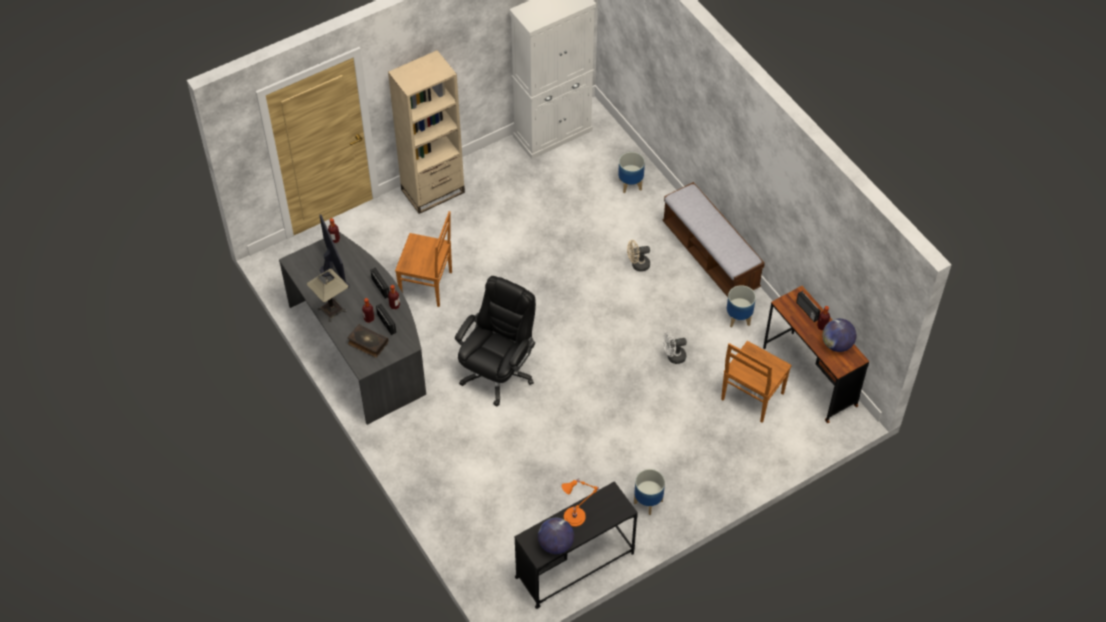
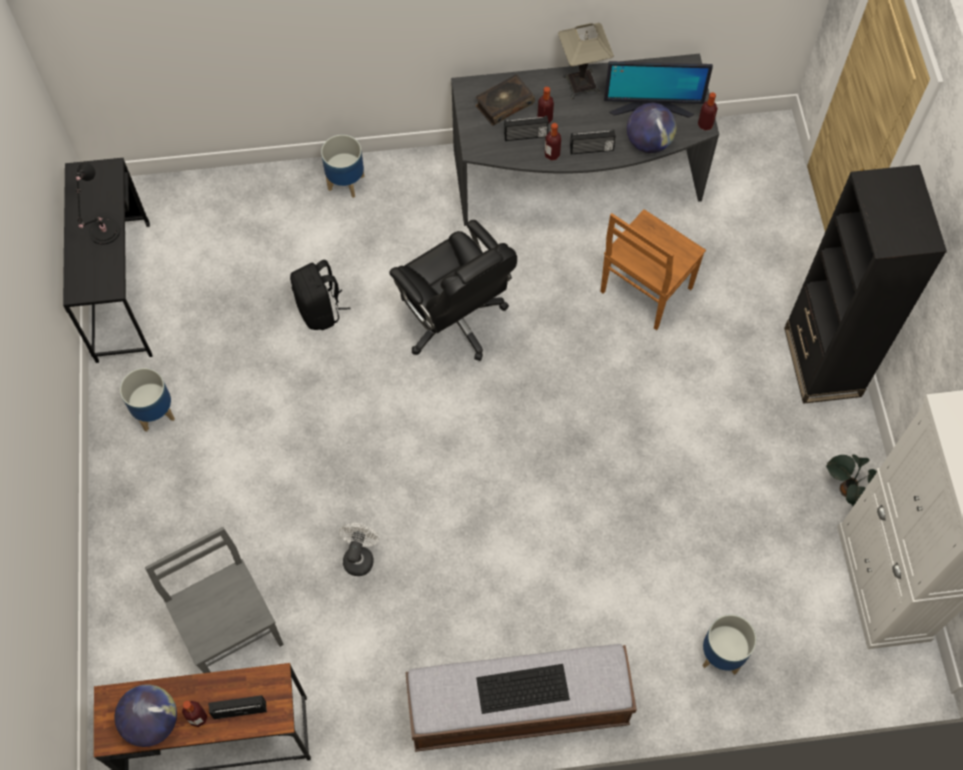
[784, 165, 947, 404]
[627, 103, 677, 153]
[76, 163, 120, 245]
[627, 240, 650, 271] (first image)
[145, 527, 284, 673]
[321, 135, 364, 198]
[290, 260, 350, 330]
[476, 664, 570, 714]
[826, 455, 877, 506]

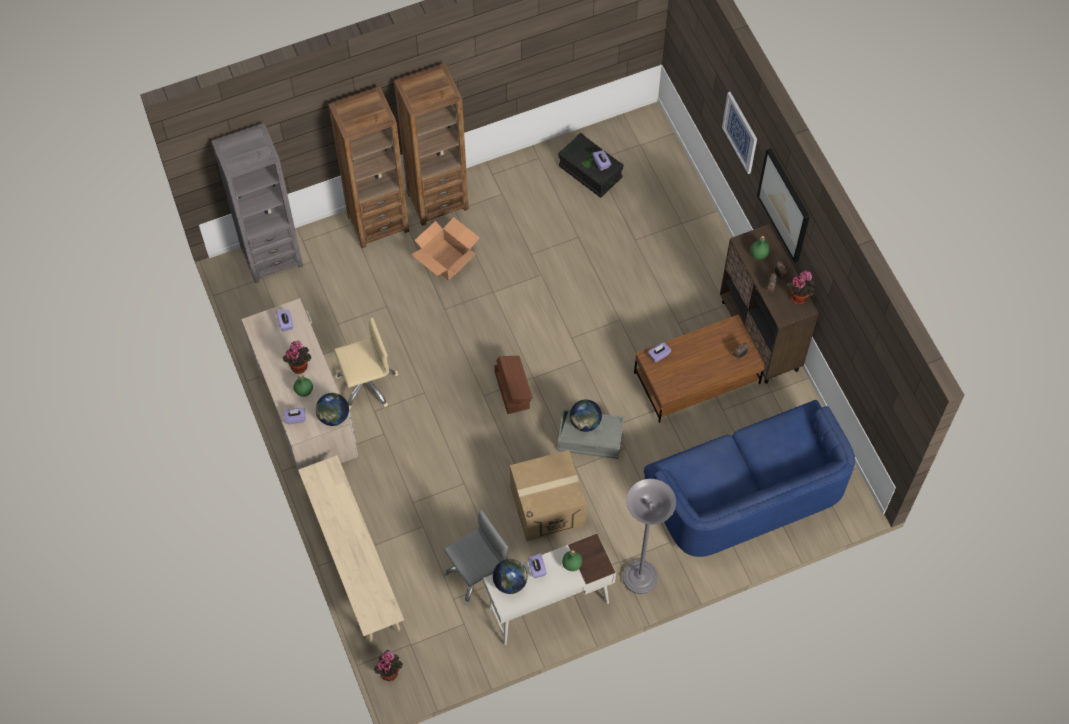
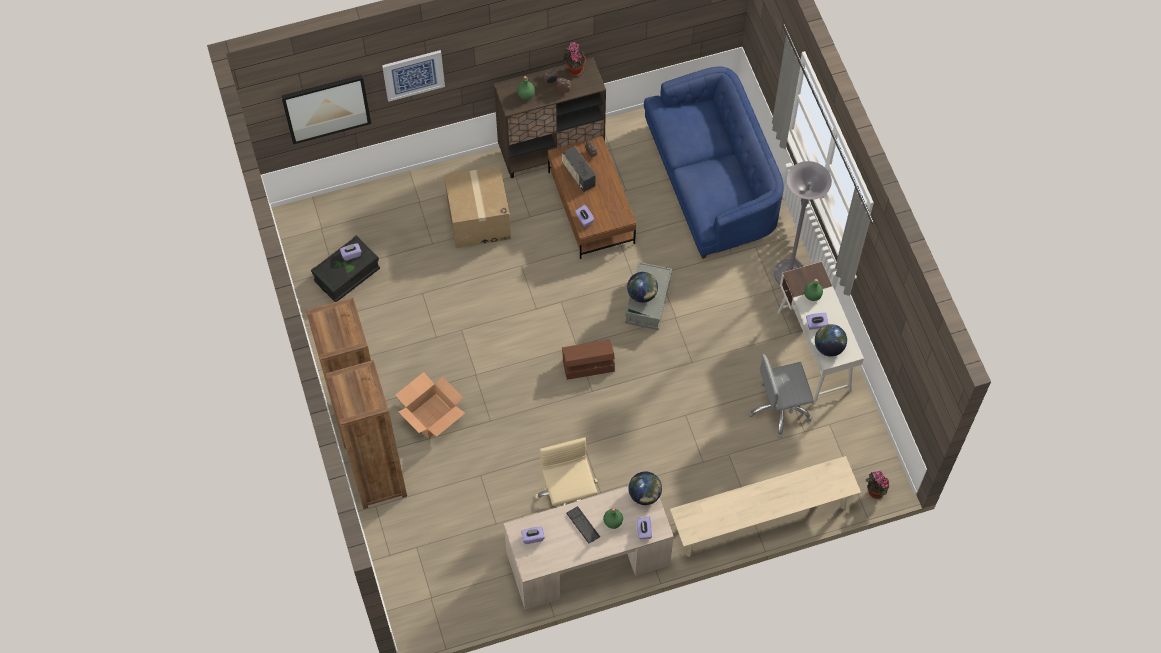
[211, 123, 303, 283] (first image)
[566, 506, 600, 543]
[748, 354, 814, 438]
[444, 166, 511, 248]
[281, 75, 371, 145]
[562, 146, 596, 192]

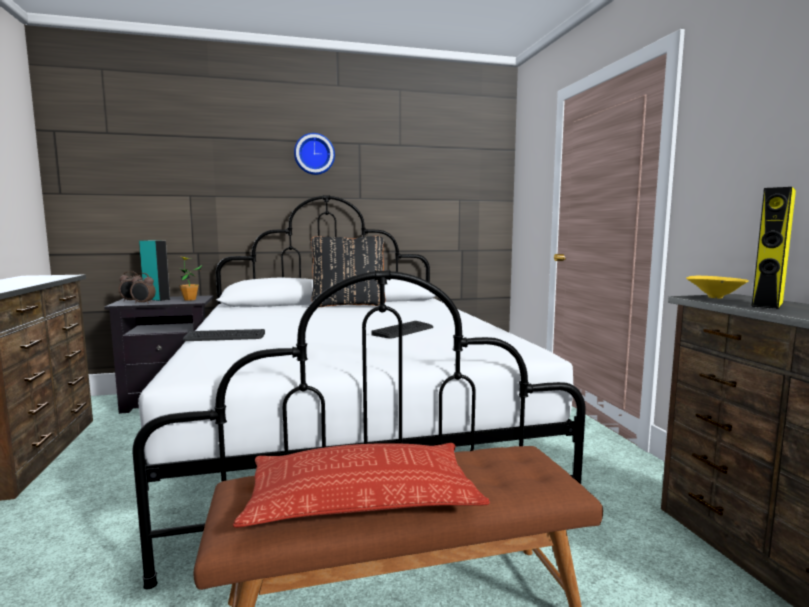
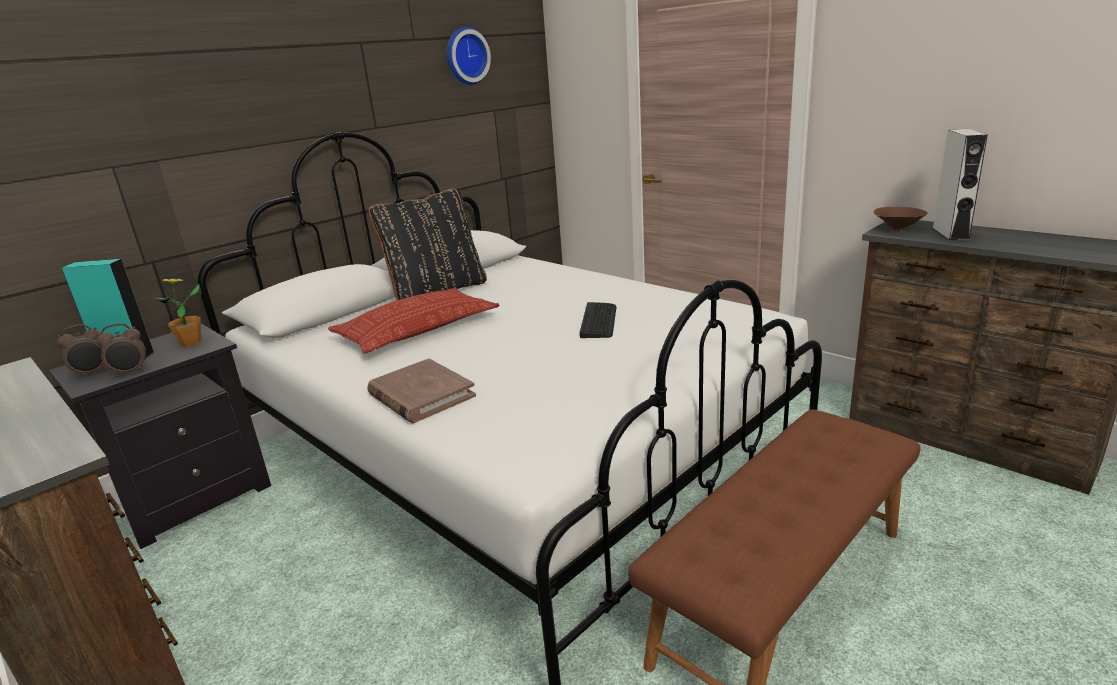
[367, 358, 476, 423]
[328, 288, 500, 354]
[447, 27, 491, 85]
[874, 207, 927, 231]
[932, 129, 988, 241]

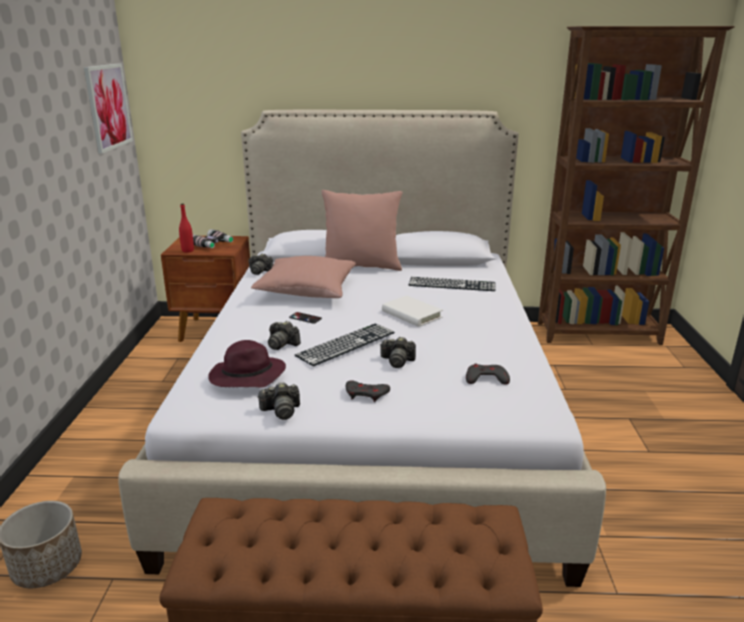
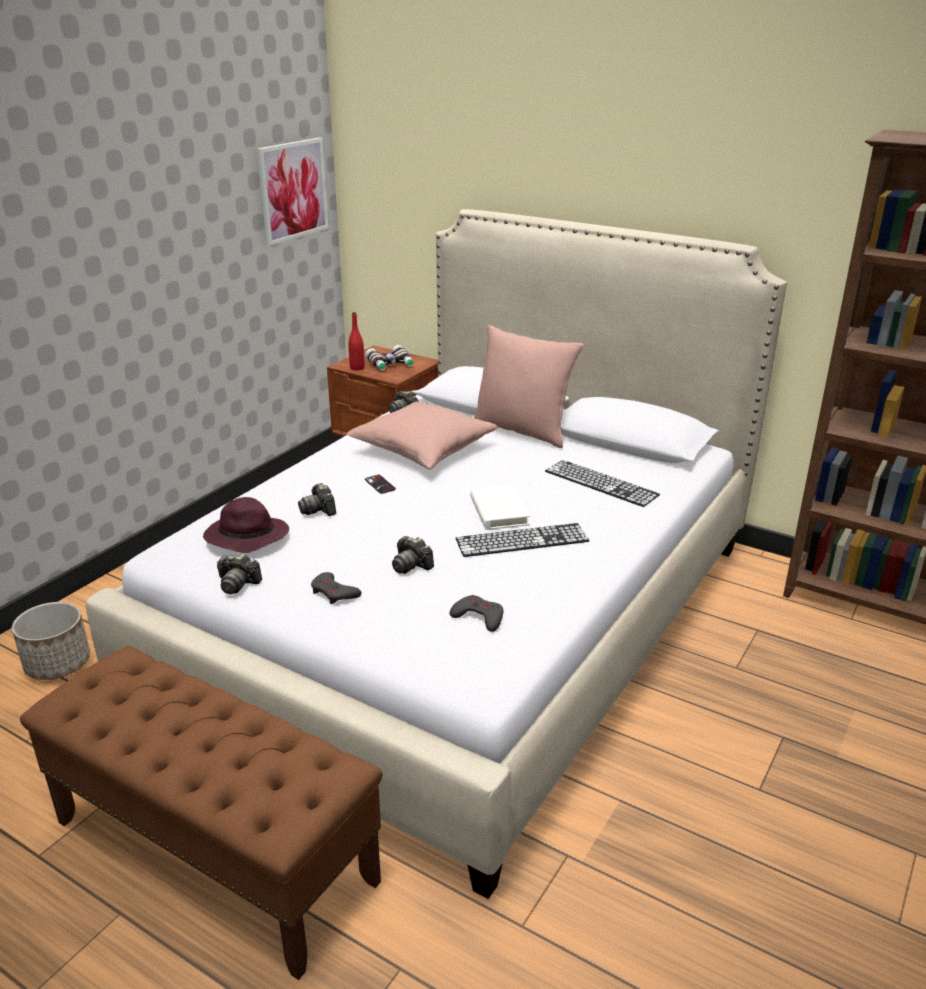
[456, 523, 589, 557]

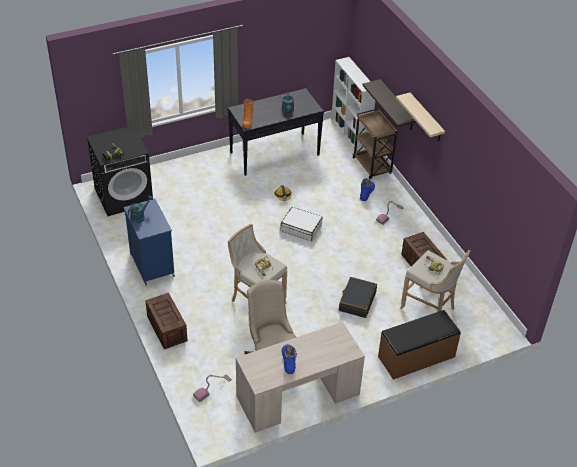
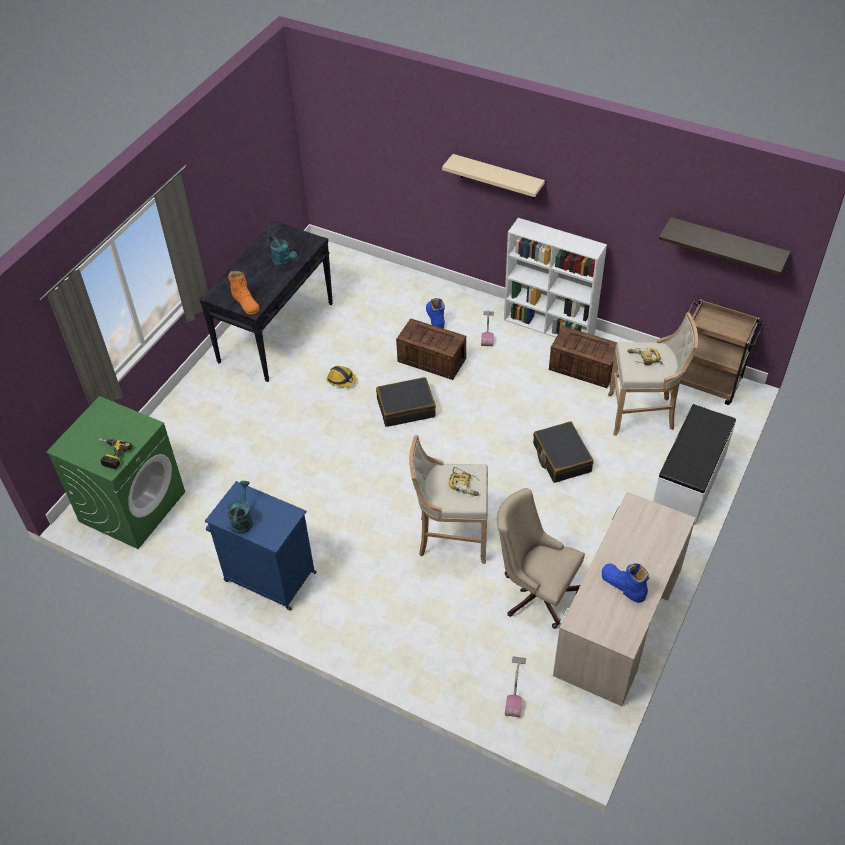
[46, 396, 185, 549]
[396, 318, 466, 380]
[376, 377, 436, 427]
[504, 218, 607, 338]
[680, 299, 765, 405]
[659, 217, 791, 275]
[653, 404, 736, 526]

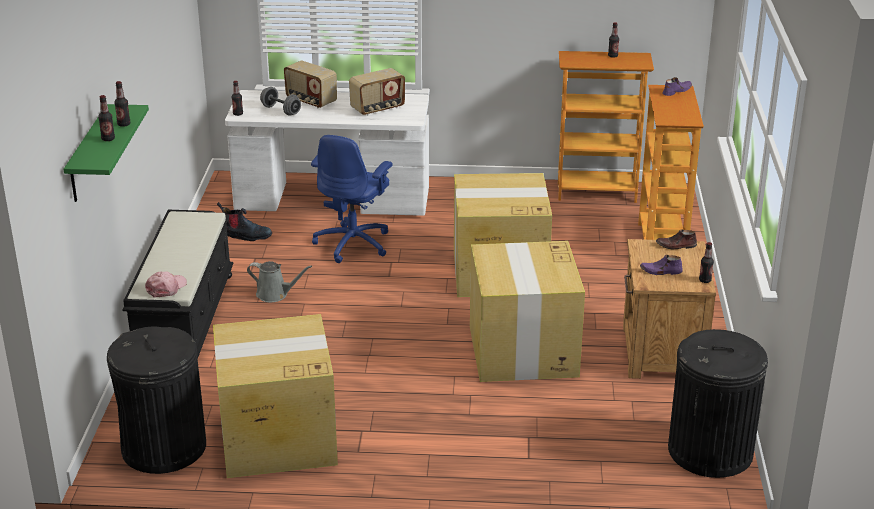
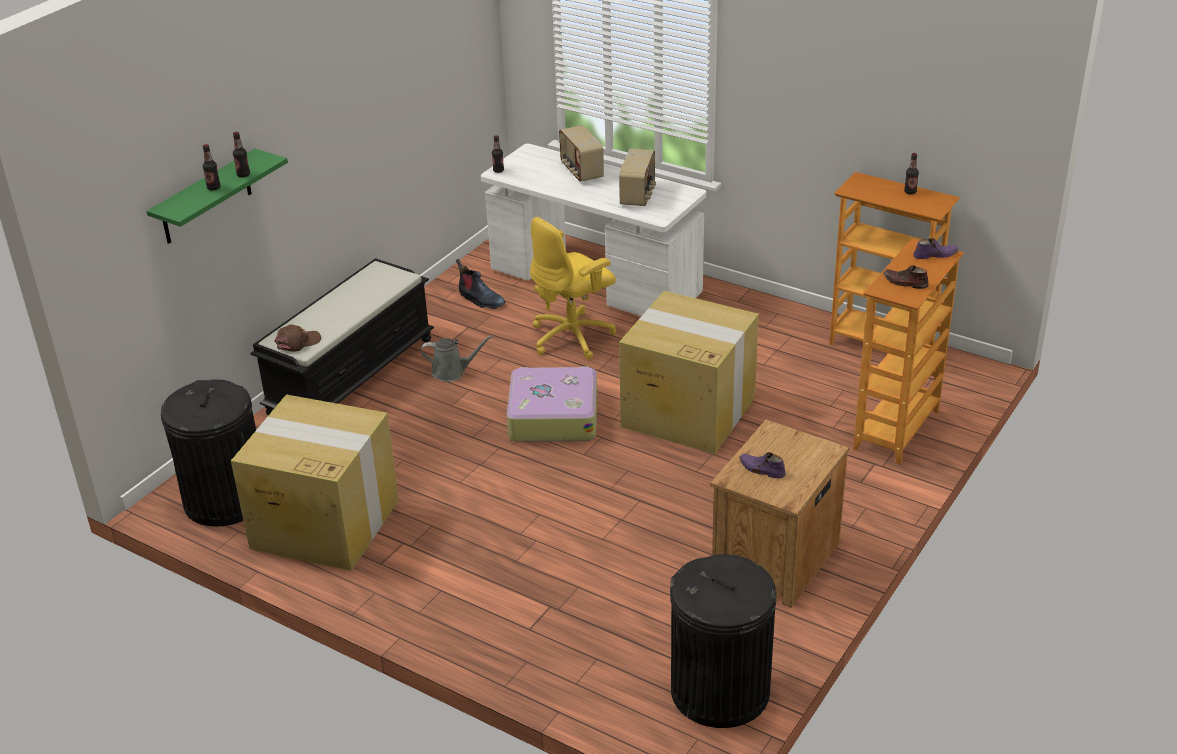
[275, 325, 321, 352]
[421, 335, 493, 382]
[260, 87, 301, 116] (first image)
[530, 217, 616, 359]
[619, 149, 656, 206]
[470, 241, 585, 382] (first image)
[883, 265, 929, 289]
[699, 242, 714, 283] (first image)
[507, 367, 597, 442]

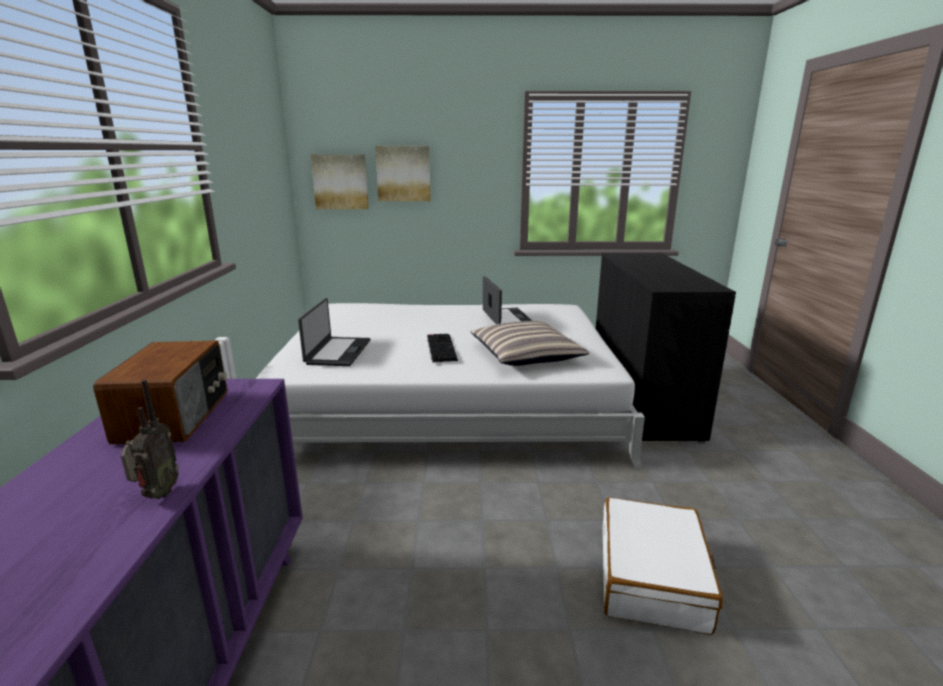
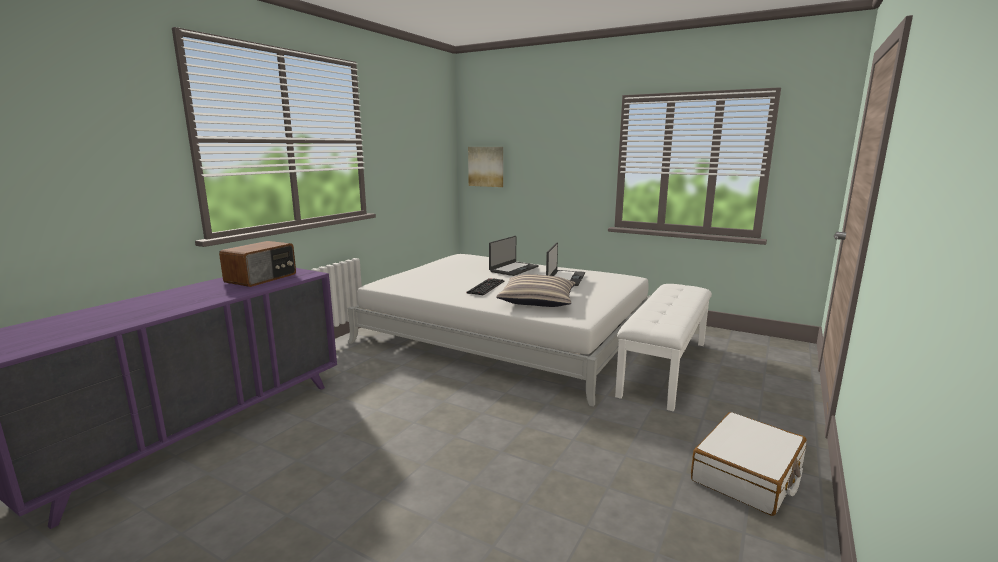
[121, 379, 179, 499] (first image)
[489, 236, 539, 276]
[375, 146, 431, 201] (first image)
[615, 284, 712, 412]
[691, 412, 807, 516]

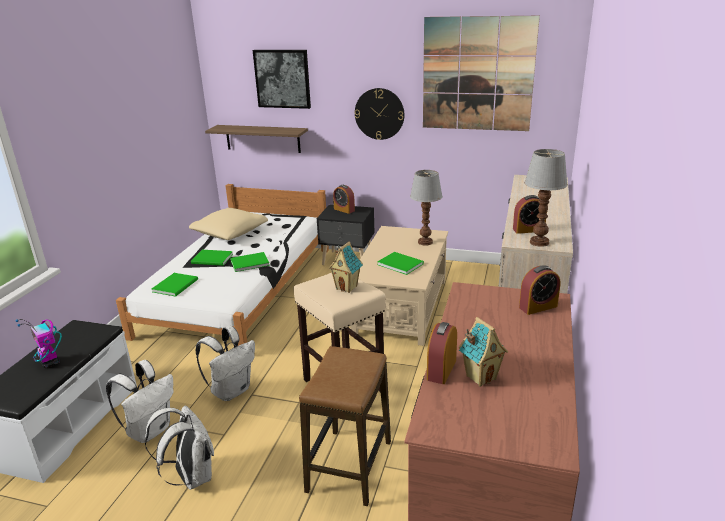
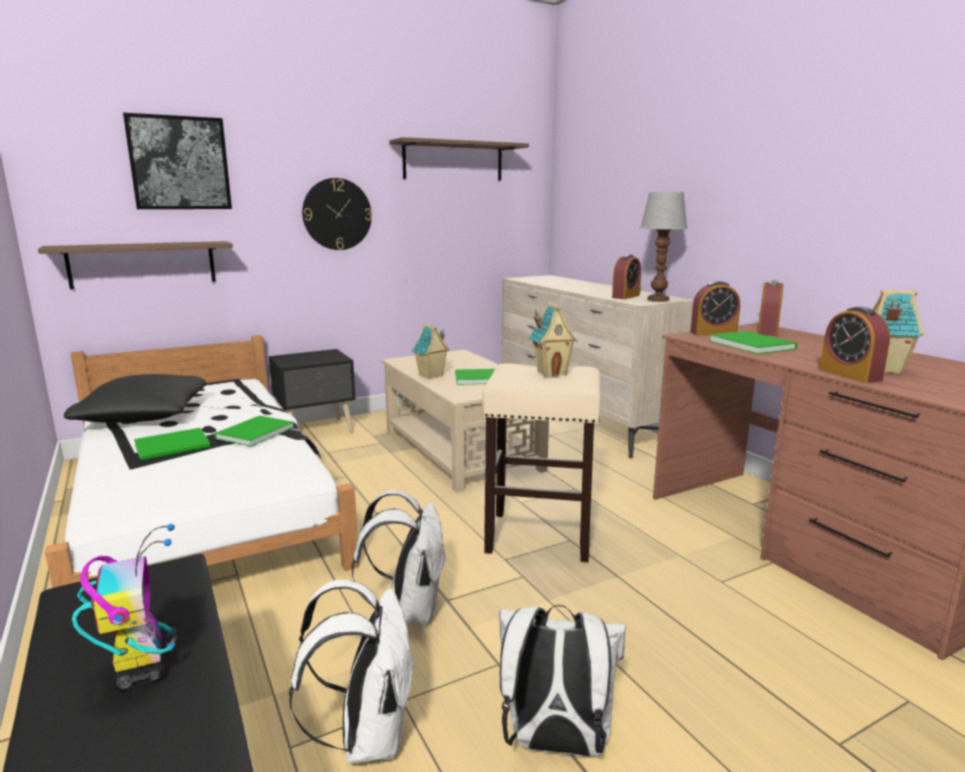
[72, 523, 177, 690]
[709, 331, 797, 354]
[64, 374, 207, 423]
[299, 346, 391, 506] (first image)
[690, 281, 740, 336]
[410, 170, 443, 246] (first image)
[389, 137, 529, 180]
[412, 324, 449, 379]

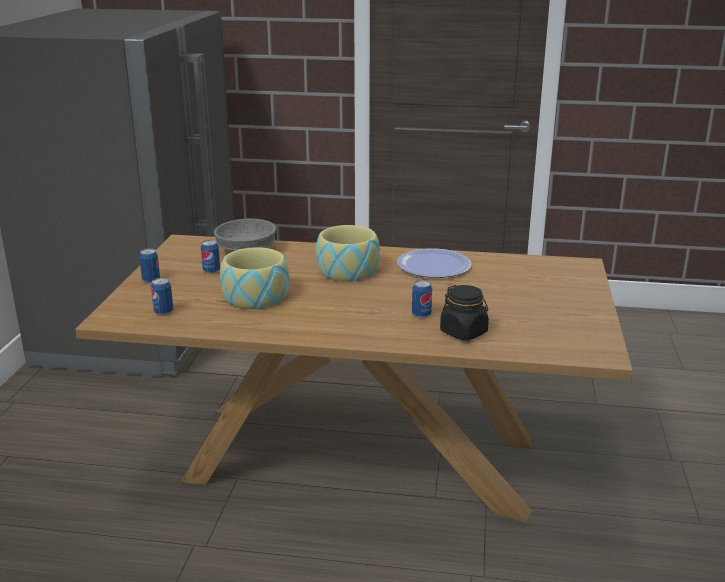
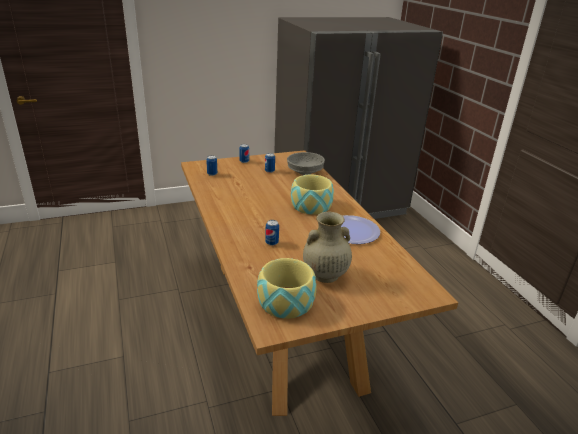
[257, 258, 317, 319]
[440, 285, 489, 341] (first image)
[303, 212, 352, 283]

